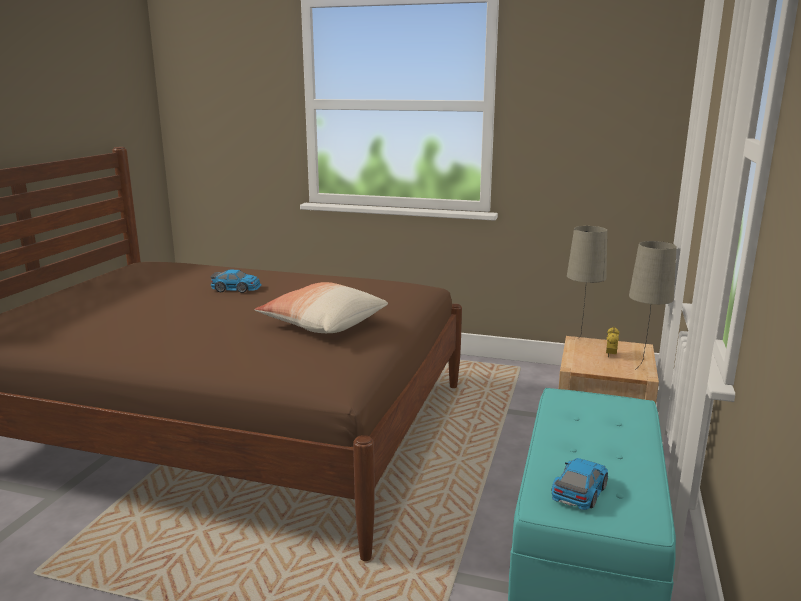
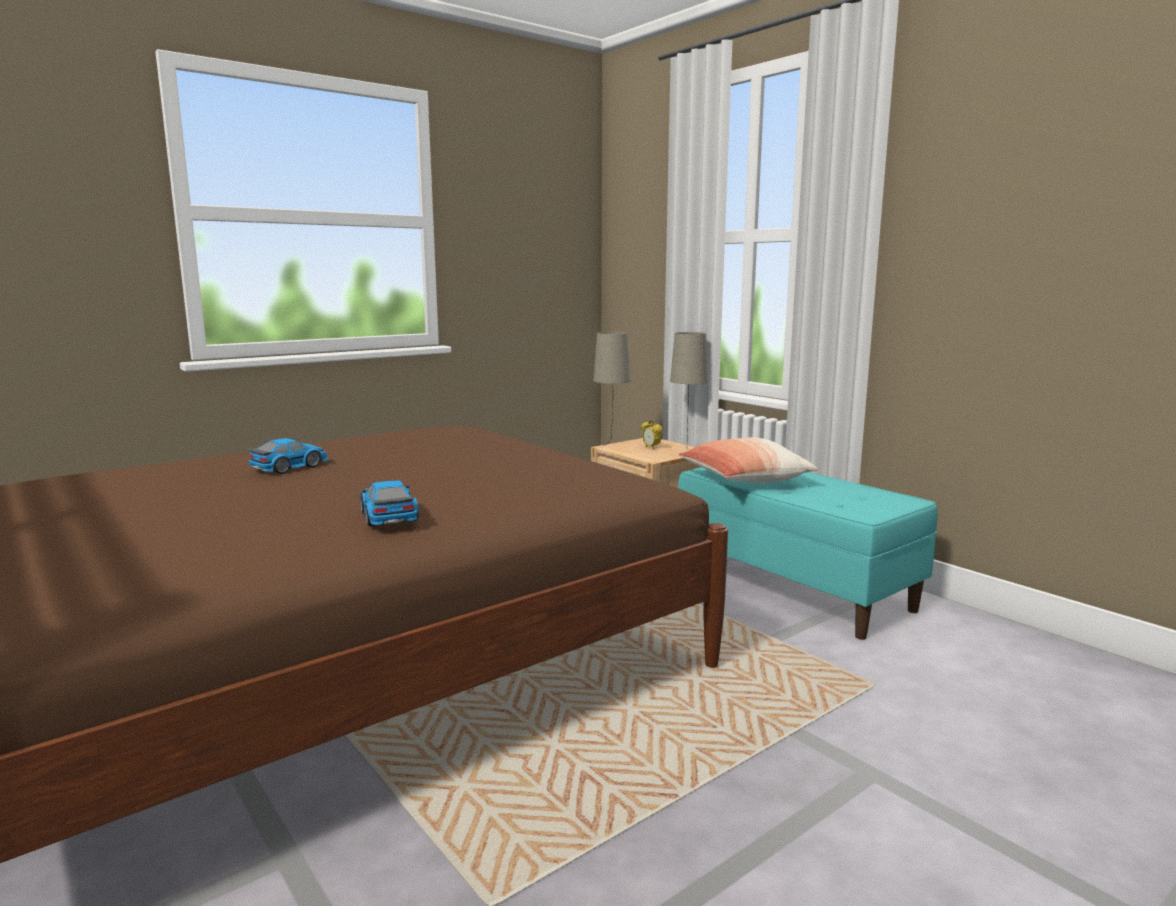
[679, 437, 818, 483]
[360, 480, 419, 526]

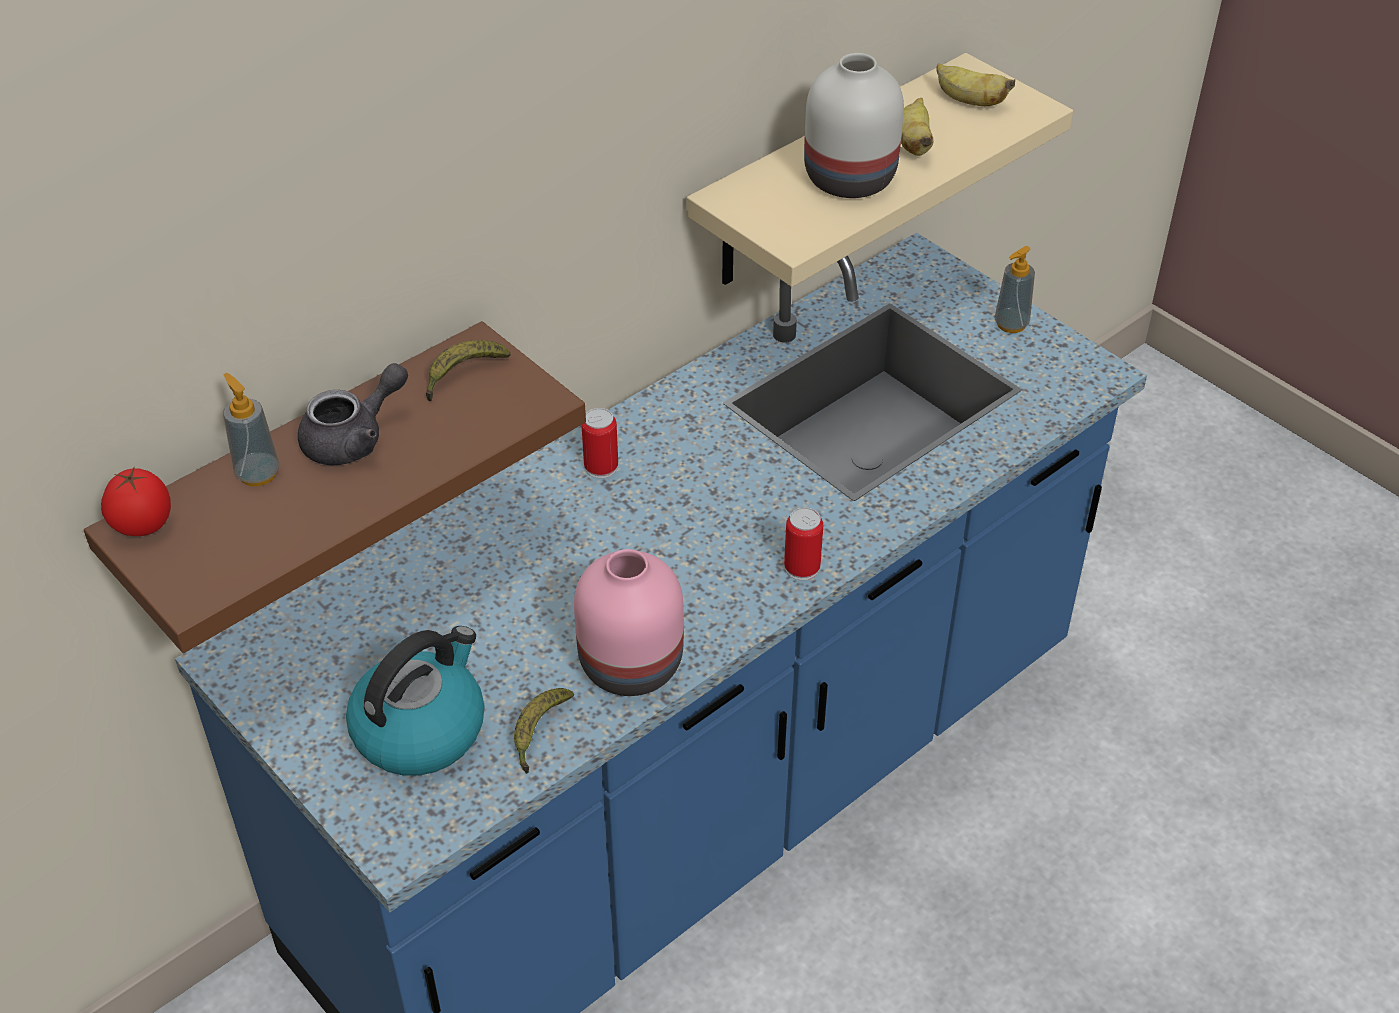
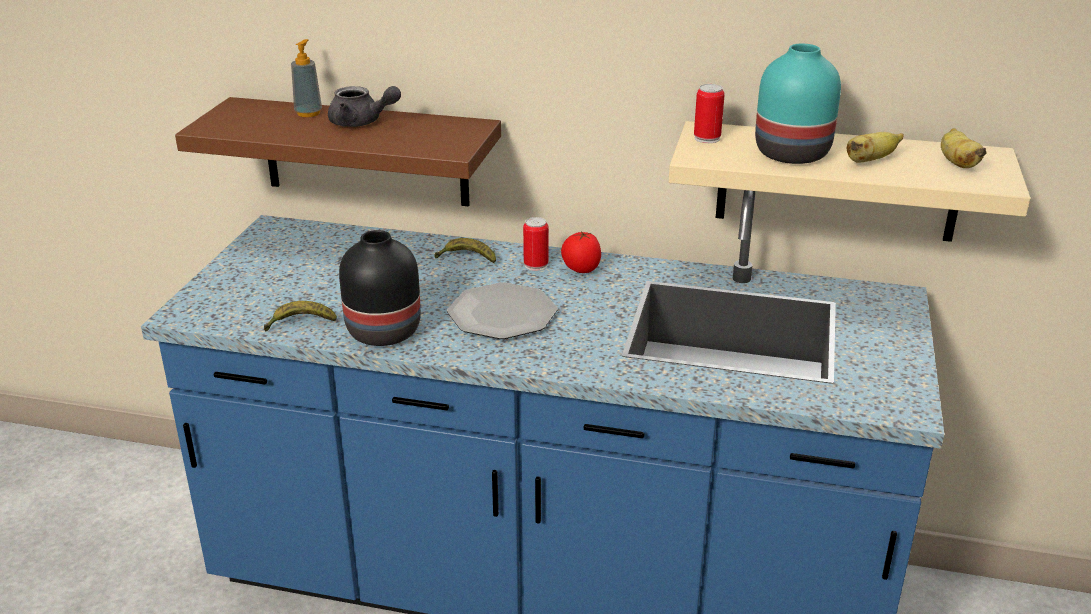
[561, 231, 601, 273]
[346, 626, 484, 776] (first image)
[434, 238, 496, 263]
[339, 230, 421, 346]
[694, 84, 725, 143]
[755, 44, 841, 164]
[994, 246, 1035, 333] (first image)
[447, 282, 558, 339]

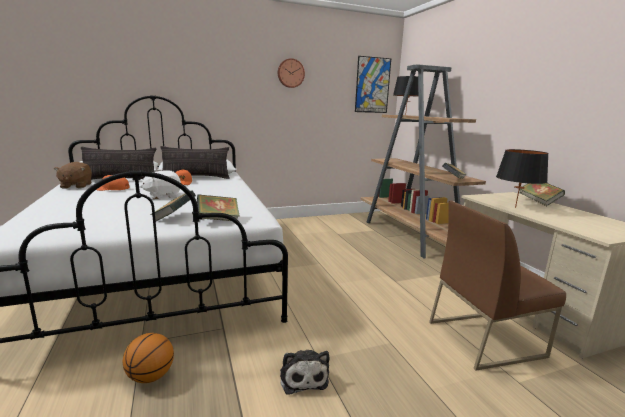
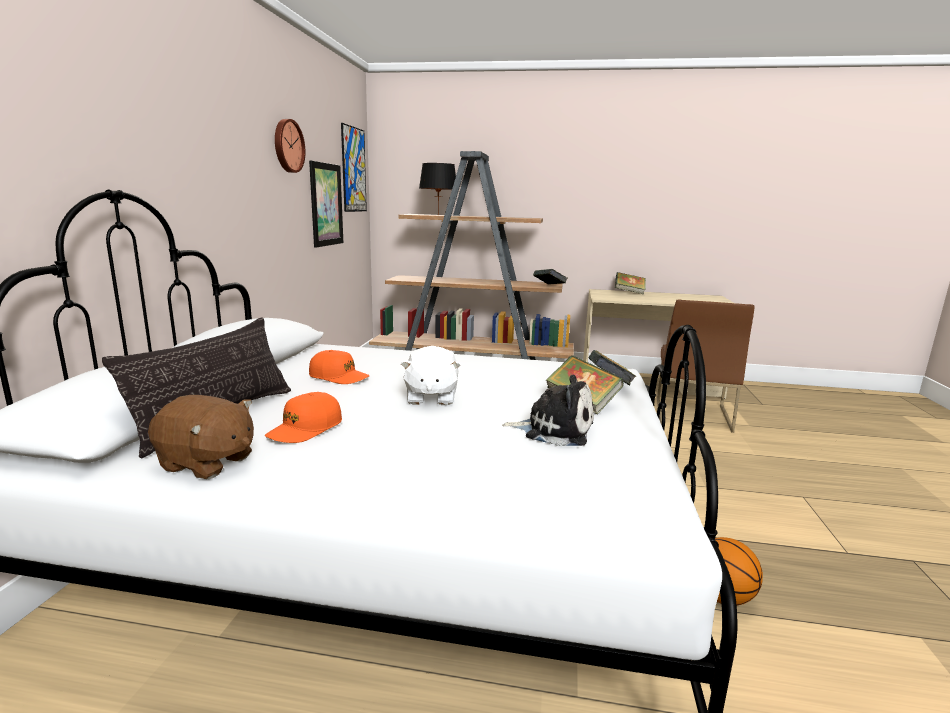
[161, 146, 230, 179] (first image)
[502, 375, 594, 446]
[496, 149, 549, 208] (first image)
[309, 160, 343, 248]

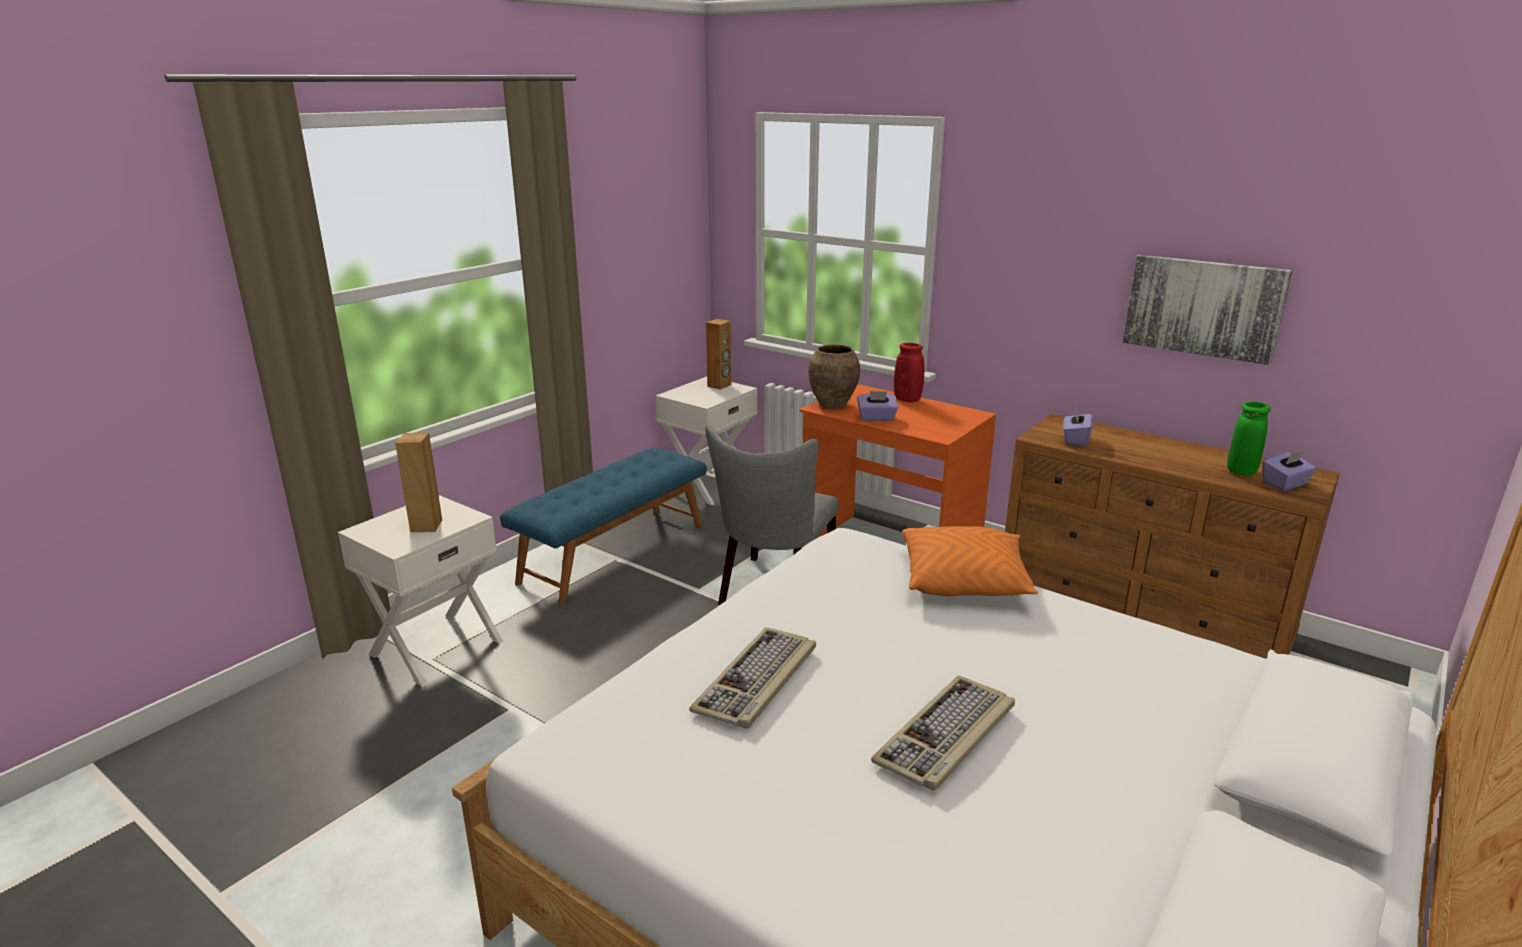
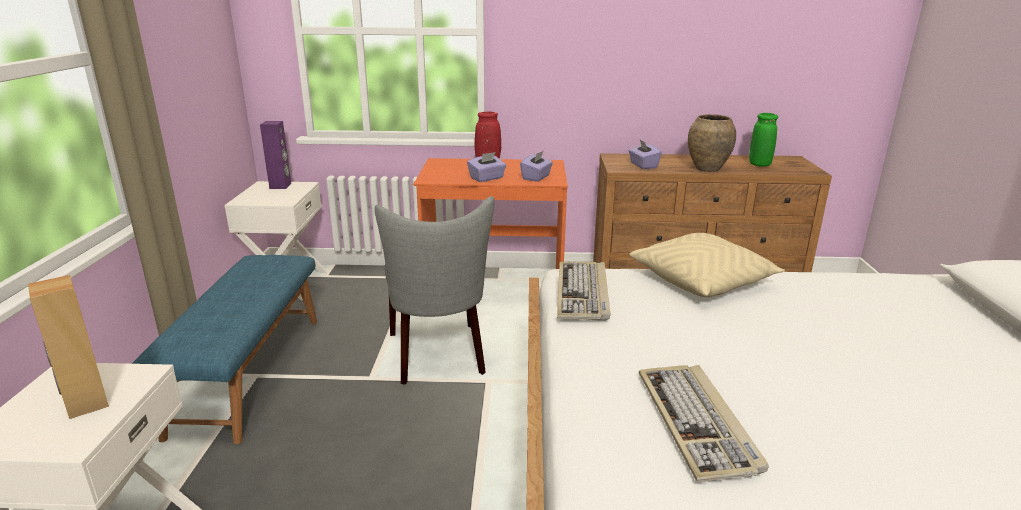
[260, 121, 291, 189]
[688, 114, 736, 172]
[557, 262, 610, 321]
[629, 233, 785, 297]
[1123, 255, 1292, 365] (first image)
[520, 151, 553, 182]

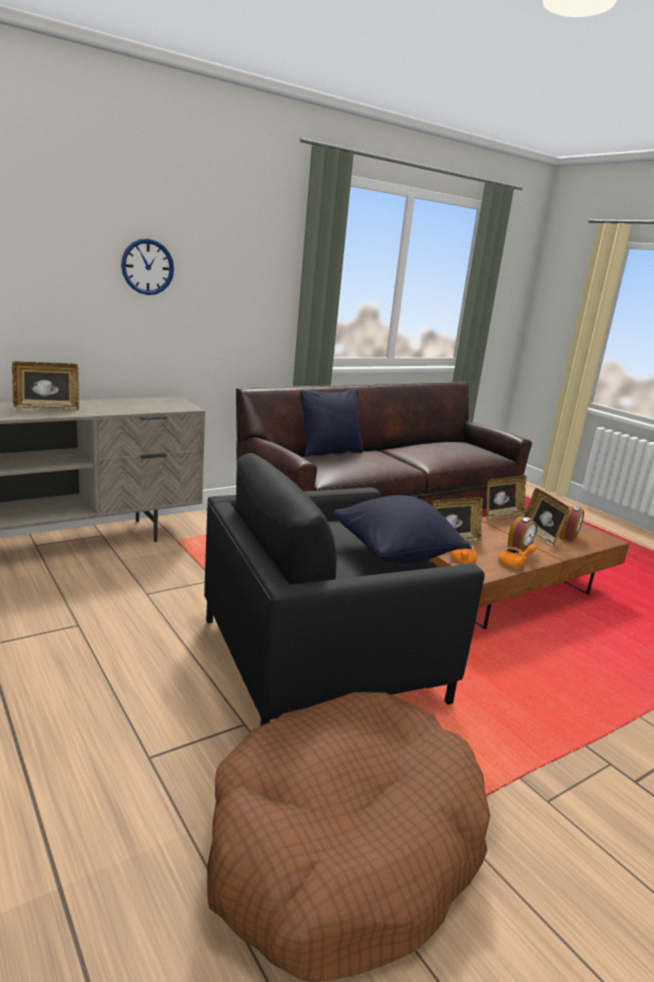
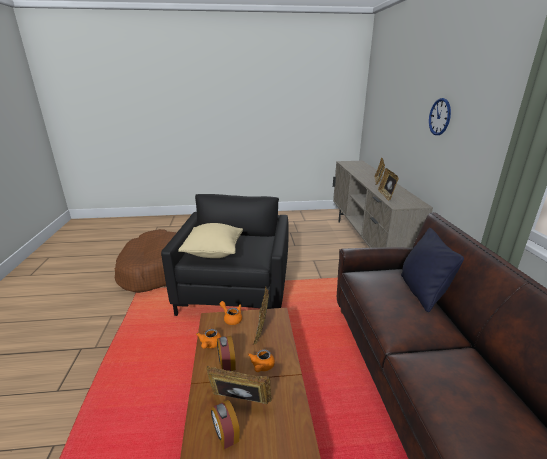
[178, 223, 243, 258]
[378, 168, 399, 201]
[248, 349, 275, 372]

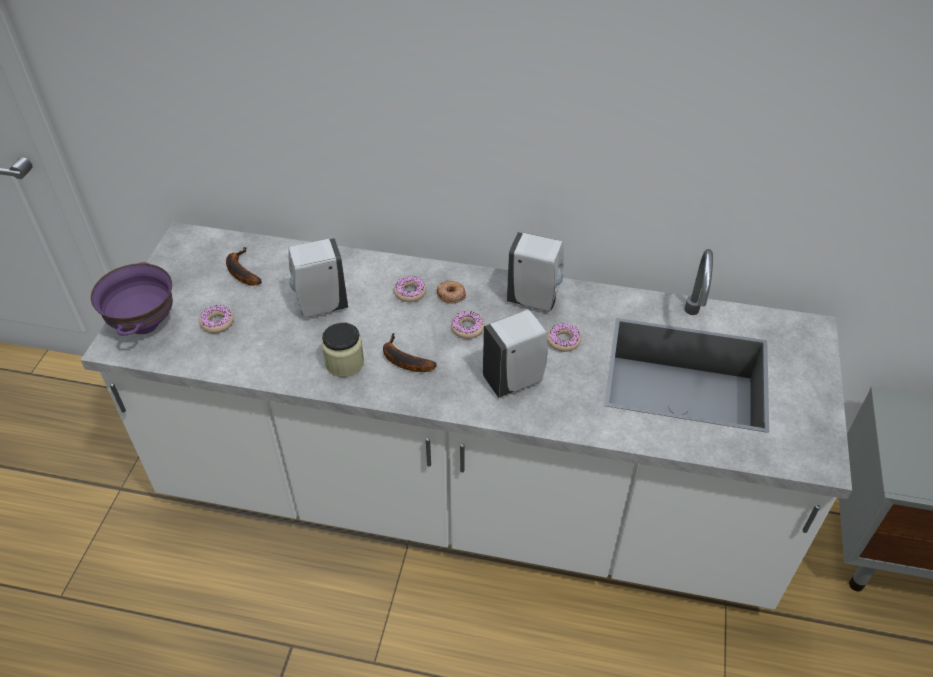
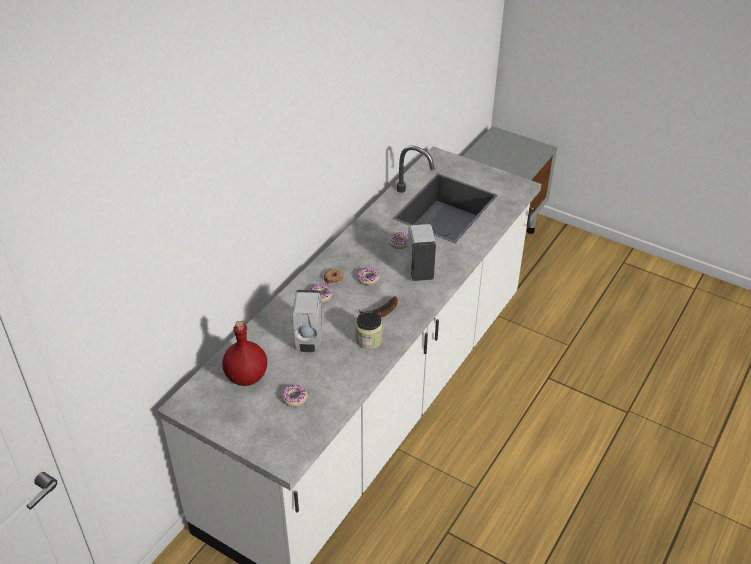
[91, 262, 173, 335] (first image)
[222, 321, 267, 386]
[507, 232, 564, 312] (first image)

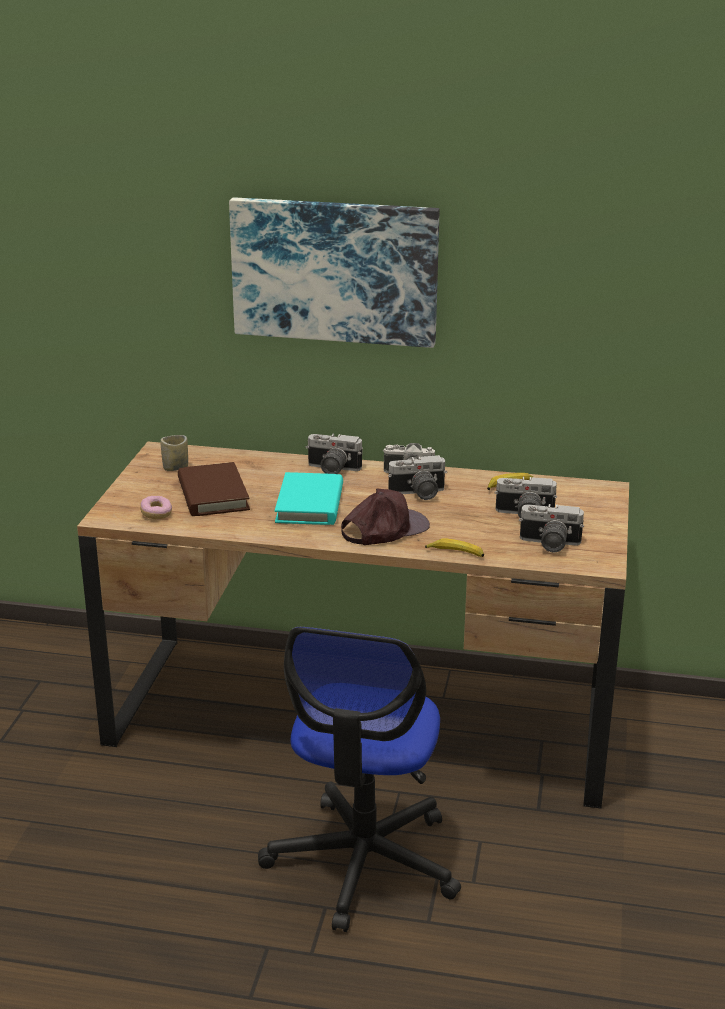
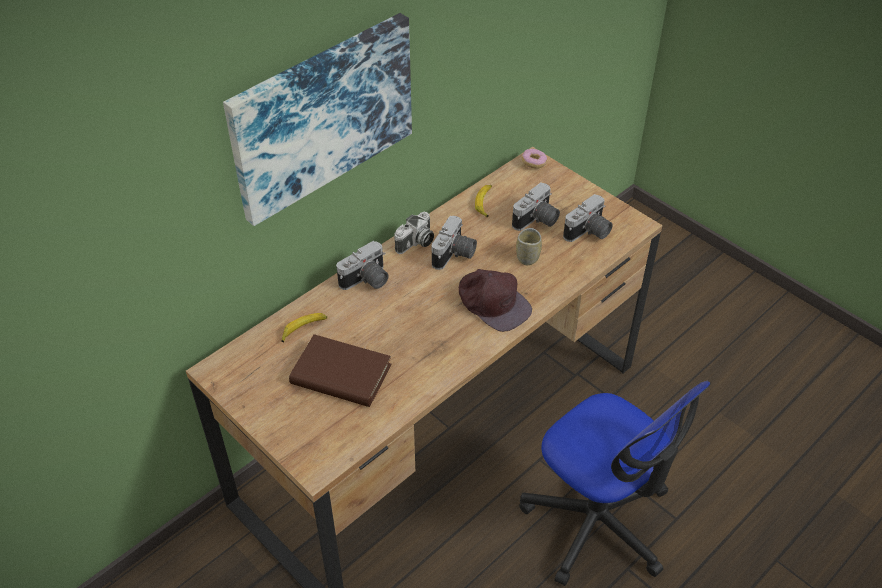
[522, 149, 547, 169]
[516, 228, 542, 265]
[275, 472, 343, 525] (first image)
[459, 269, 532, 332]
[281, 313, 327, 342]

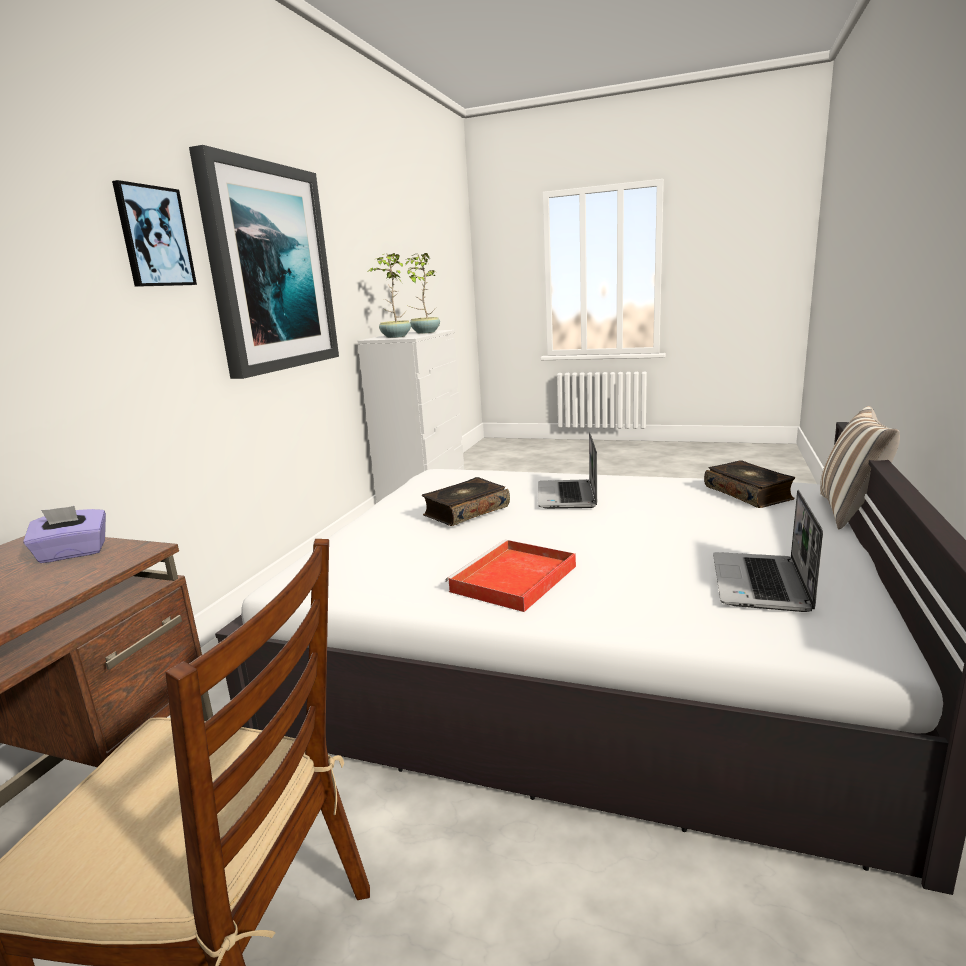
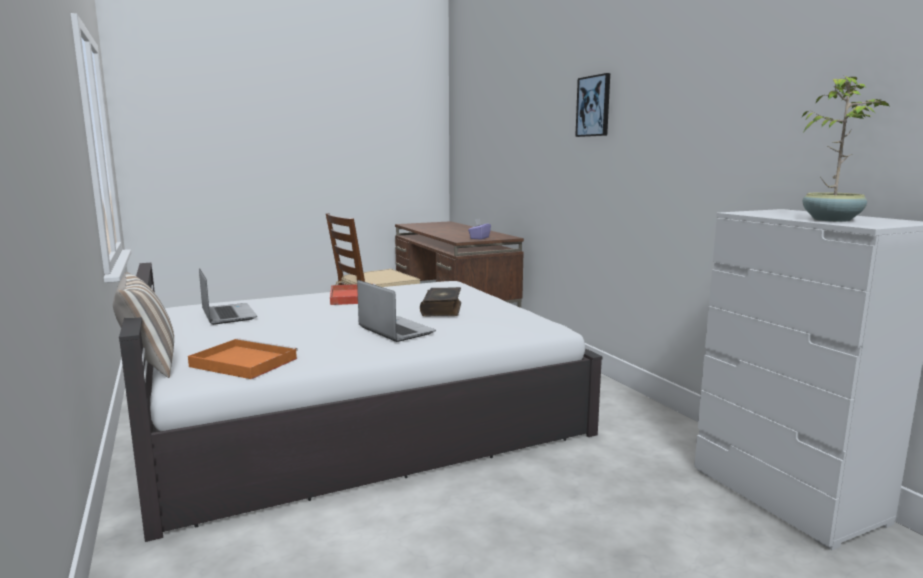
[189, 145, 339, 379] (first image)
[368, 253, 411, 338] (first image)
[188, 338, 298, 379]

